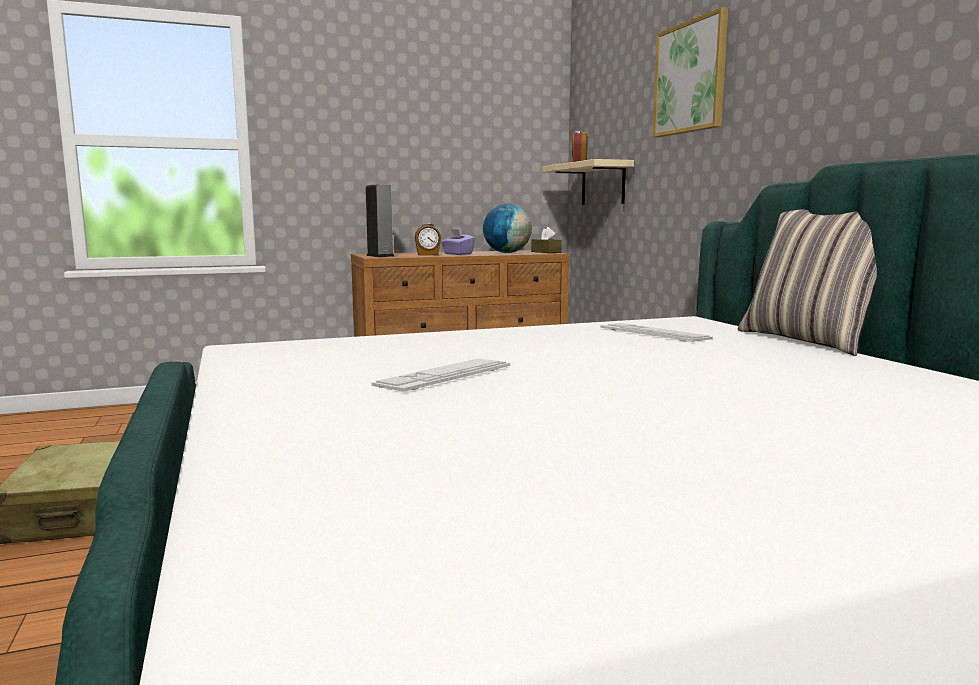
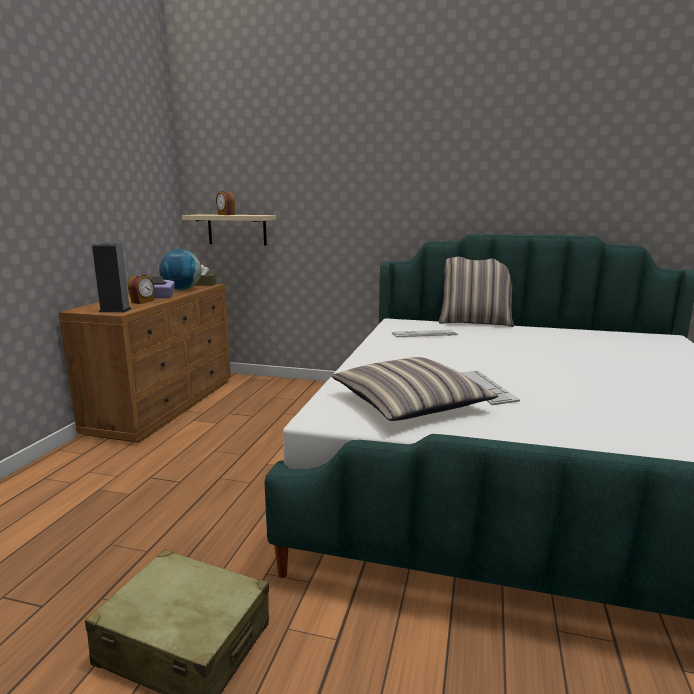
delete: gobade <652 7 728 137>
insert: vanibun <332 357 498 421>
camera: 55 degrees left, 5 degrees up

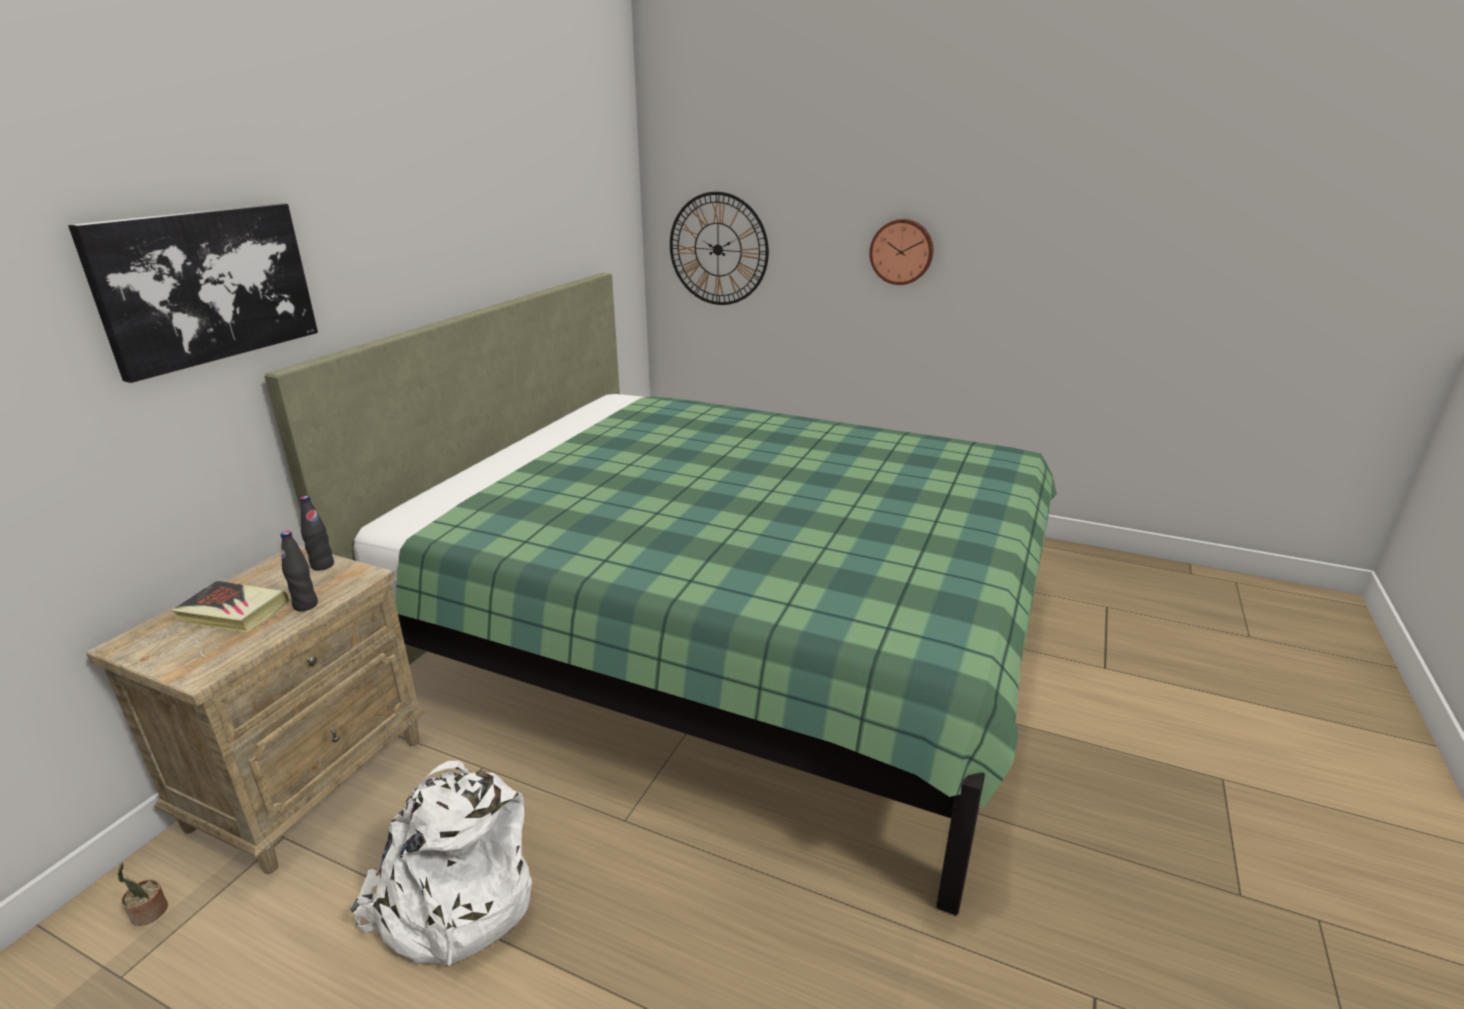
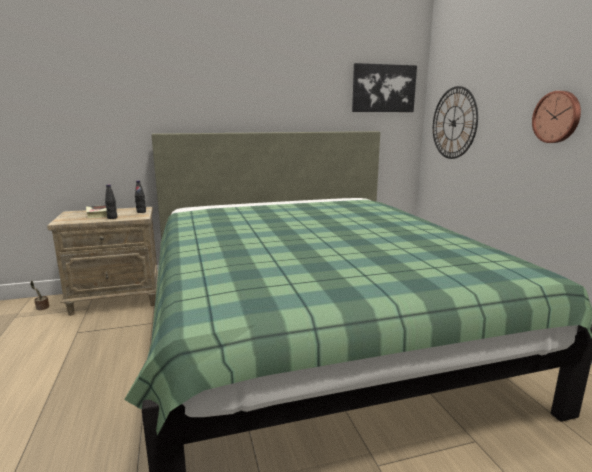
delete: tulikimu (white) <350 761 532 966>
move: gobade <68 203 318 383> to <352 63 417 112>
camera: 50 degrees right, 10 degrees down

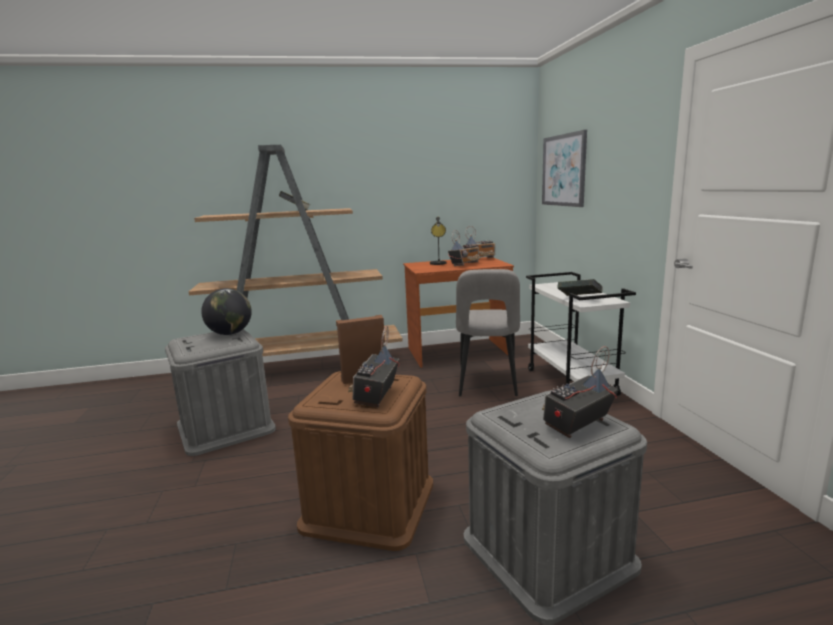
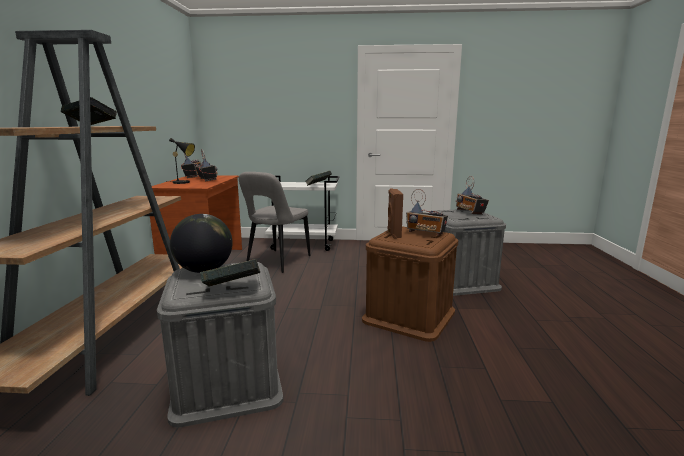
delete: gobade <542 130 587 207>
insert: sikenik <200 259 260 287>
rotate: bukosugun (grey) <456 269 520 396> = <239 172 310 273> 90 degrees clockwise
camera: 75 degrees left, 0 degrees up

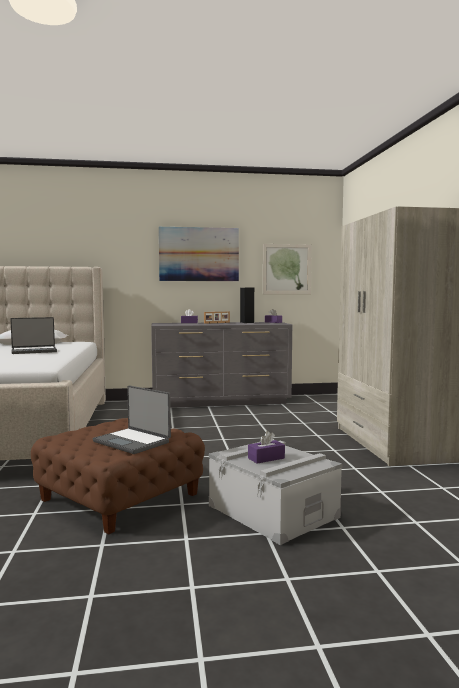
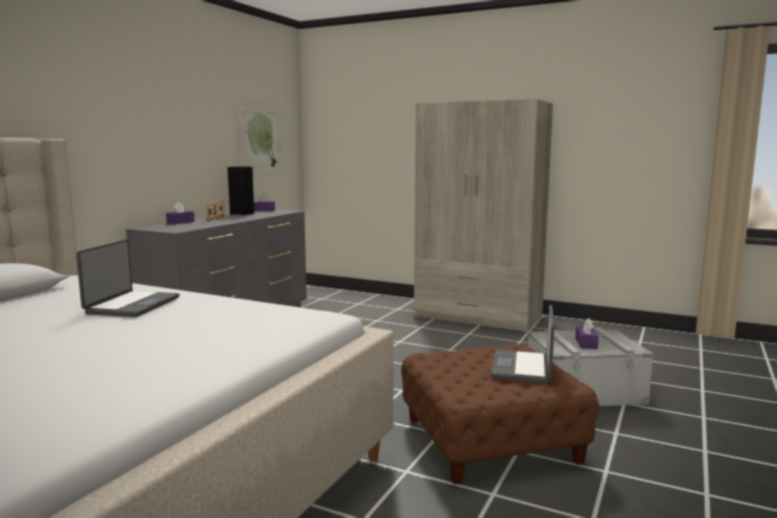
delete: gobade <159 227 239 281>
rotate: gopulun <93 386 171 454> = <491 305 555 383> 120 degrees clockwise
camera: 55 degrees left, 5 degrees up

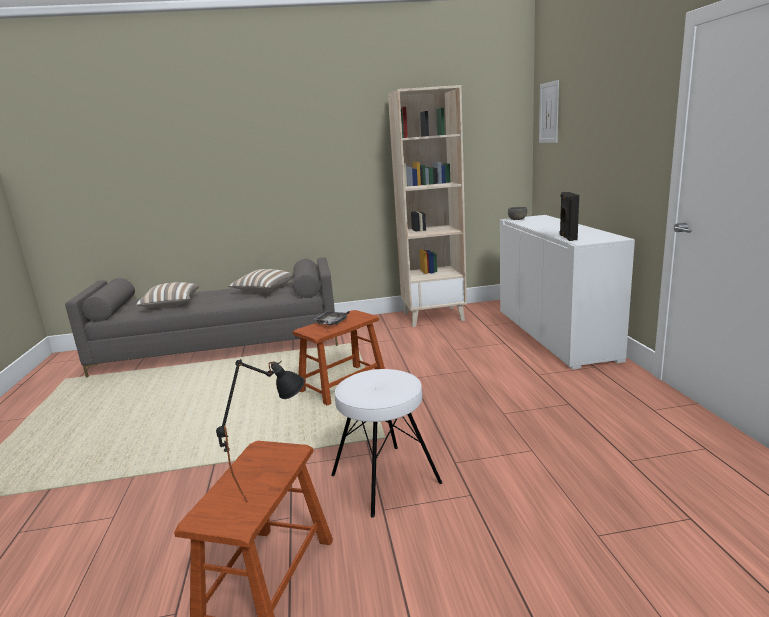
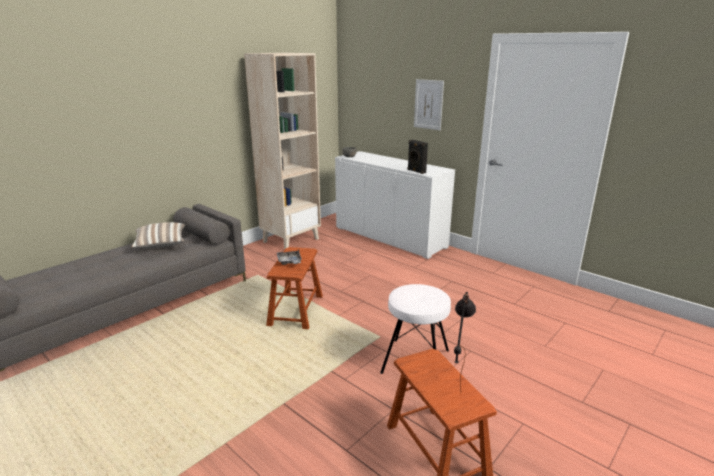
delete: vanibun <136 282 199 308>
move: gobade <539 80 559 143> to <414 79 444 130>
camera: 40 degrees left, 5 degrees up

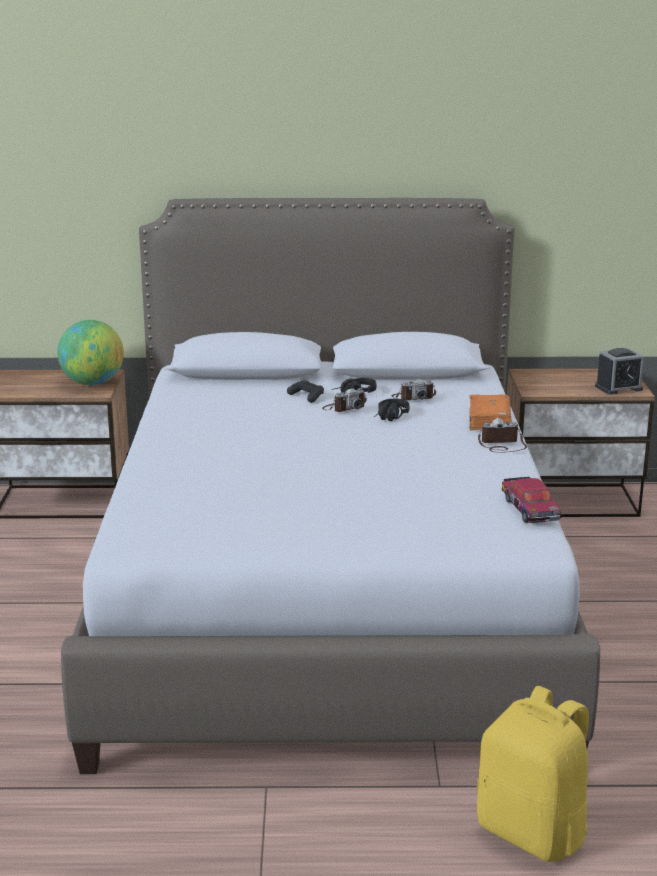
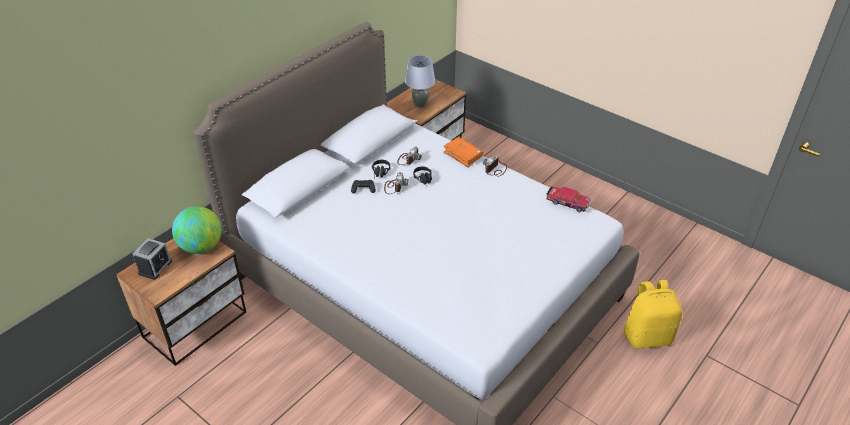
insert: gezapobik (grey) <405 55 435 108>
move: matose <595 348 644 395> to <133 238 172 280>
camera: 50 degrees left, 20 degrees up

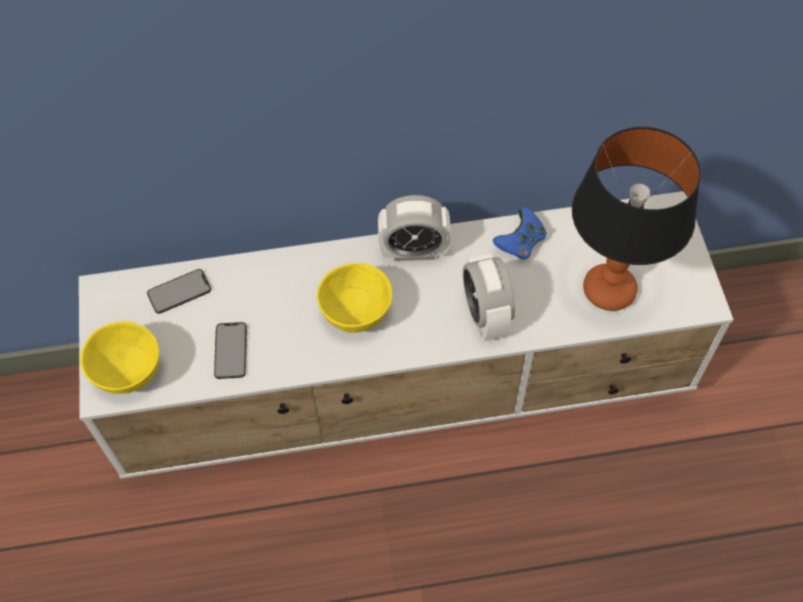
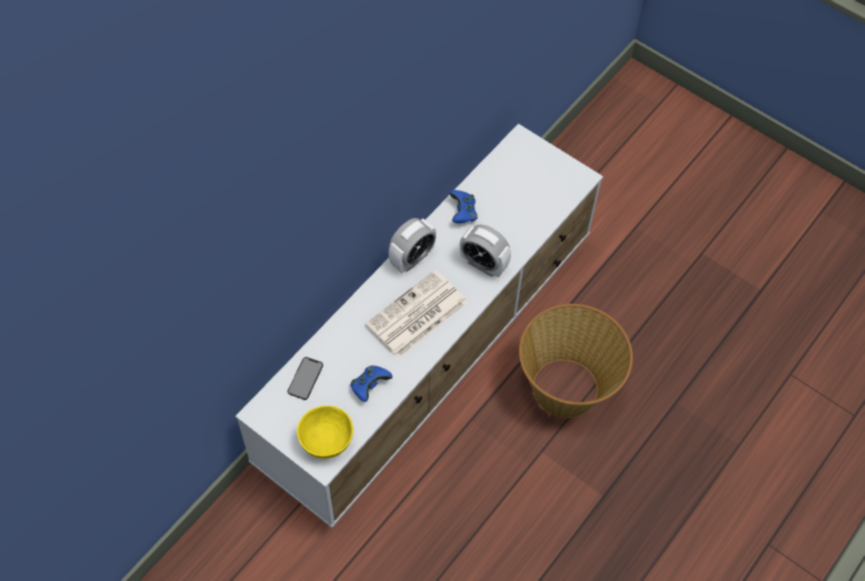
delete: gezapobik <572 127 701 311>
insert: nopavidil <519 304 633 418>
replace: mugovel <214 322 247 379> to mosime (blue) <350 366 392 402>; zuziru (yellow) <317 263 393 333> to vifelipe <365 270 467 358>
camera: 45 degrees left, 0 degrees up

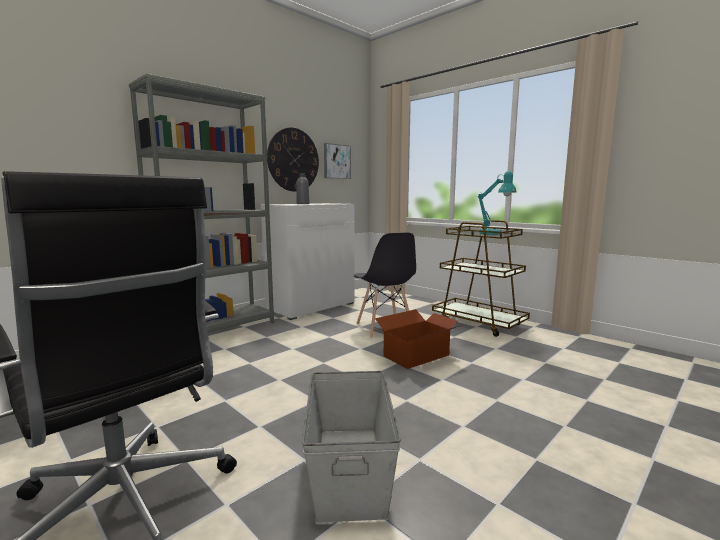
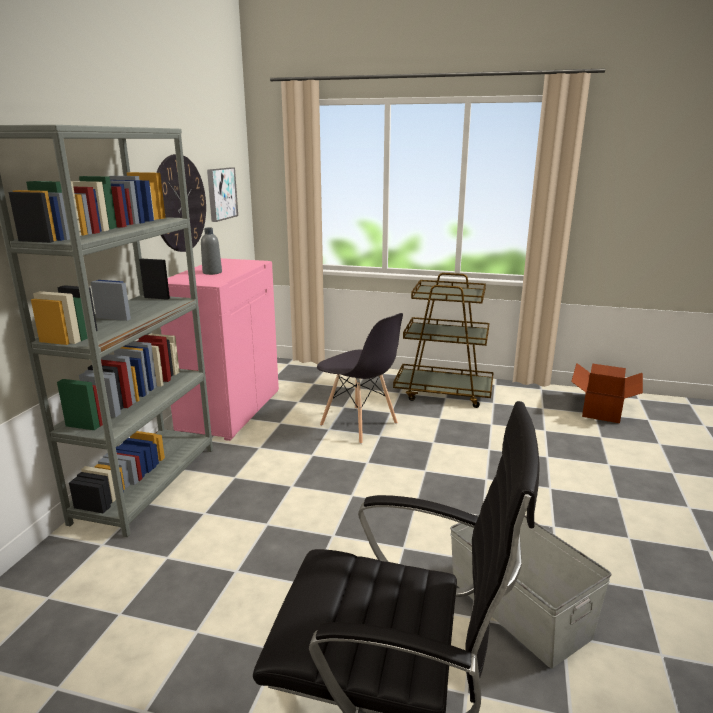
delete: gezapobik (turquoise) <478 171 516 235>
move: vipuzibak <375 309 462 369> to <571 363 643 423>
recolor: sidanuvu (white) <261 203 355 320> to sidanuvu (pink) <161 258 279 441>
camera: 30 degrees left, 10 degrees up

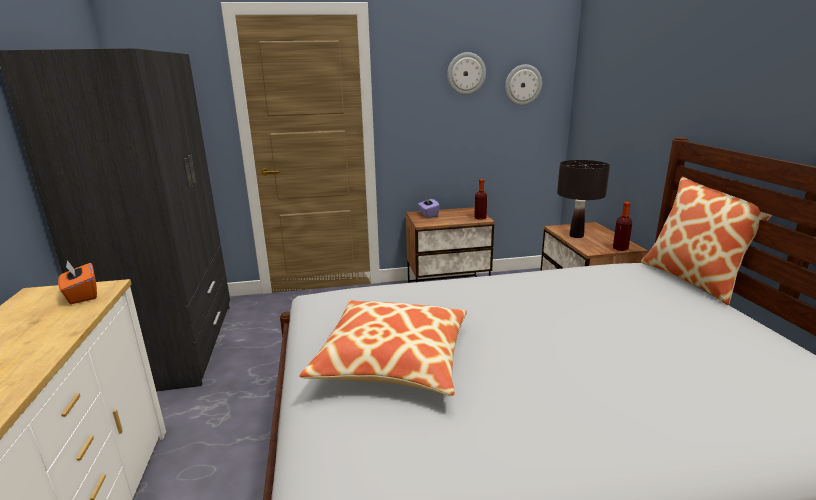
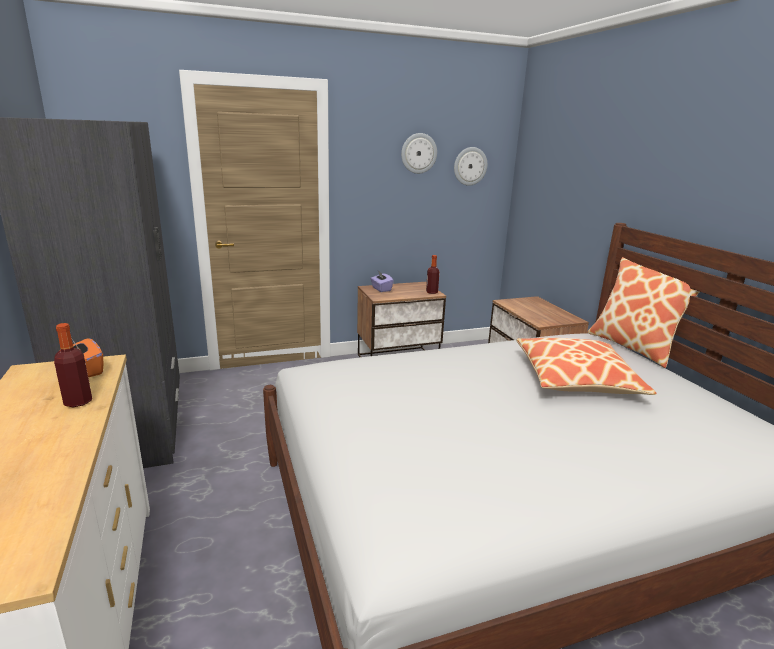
delete: gezapobik (black) <557 160 610 238>
move: vanibun <300 300 467 396> to <516 338 657 395>; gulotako <613 202 632 251> to <54 323 92 407>
camera: 10 degrees left, 0 degrees up

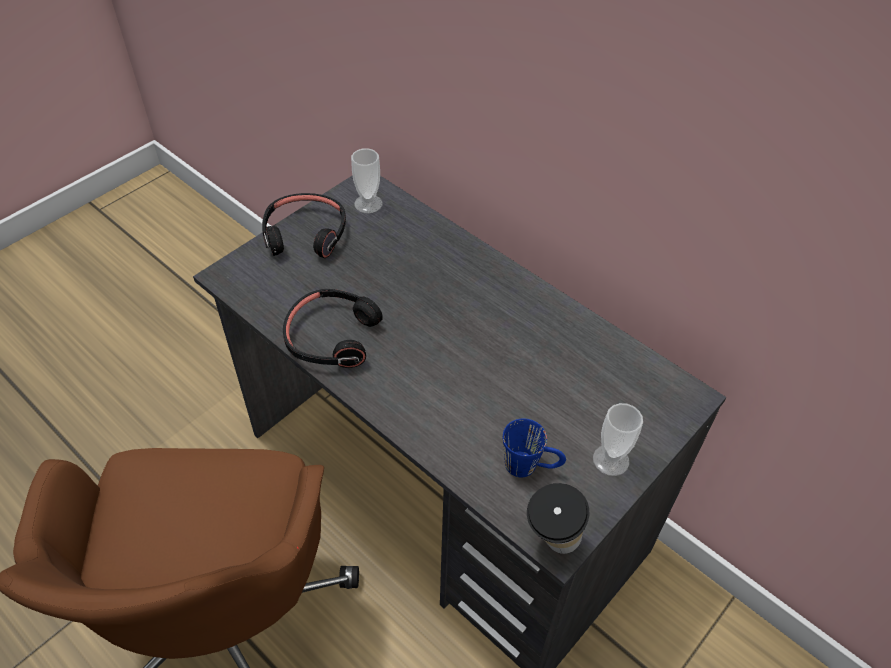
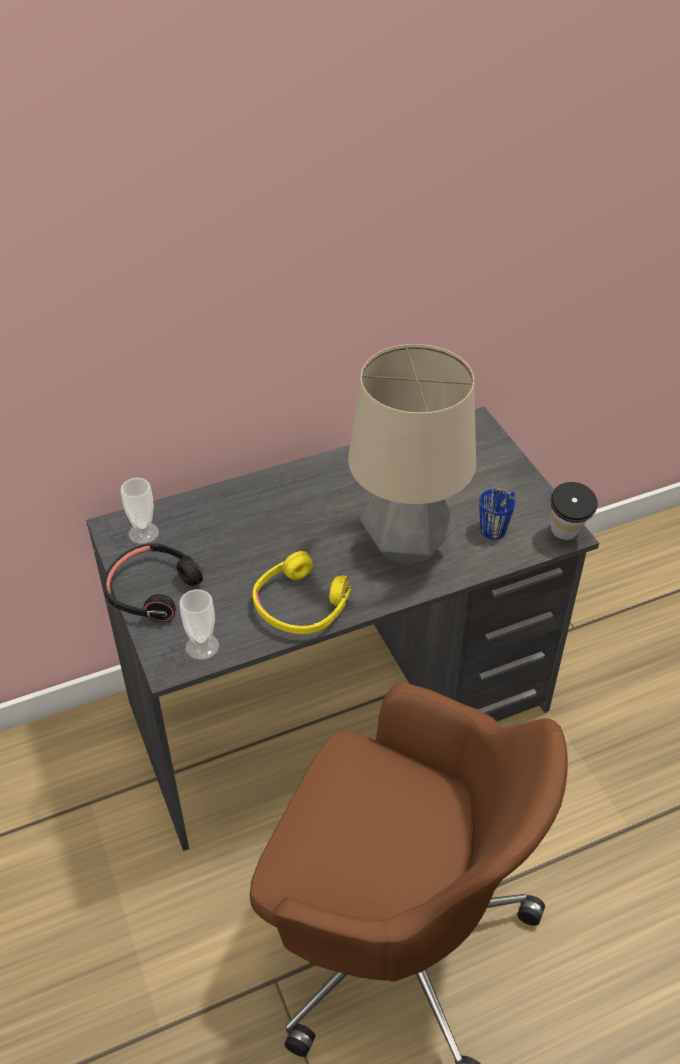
insert: gezapobik <348 344 476 567>
move: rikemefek <593 403 643 476> to <180 589 219 660>
recolor: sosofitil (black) <283 289 383 368> to sosofitil (yellow) <253 551 352 634>
camera: 65 degrees left, 5 degrees down

